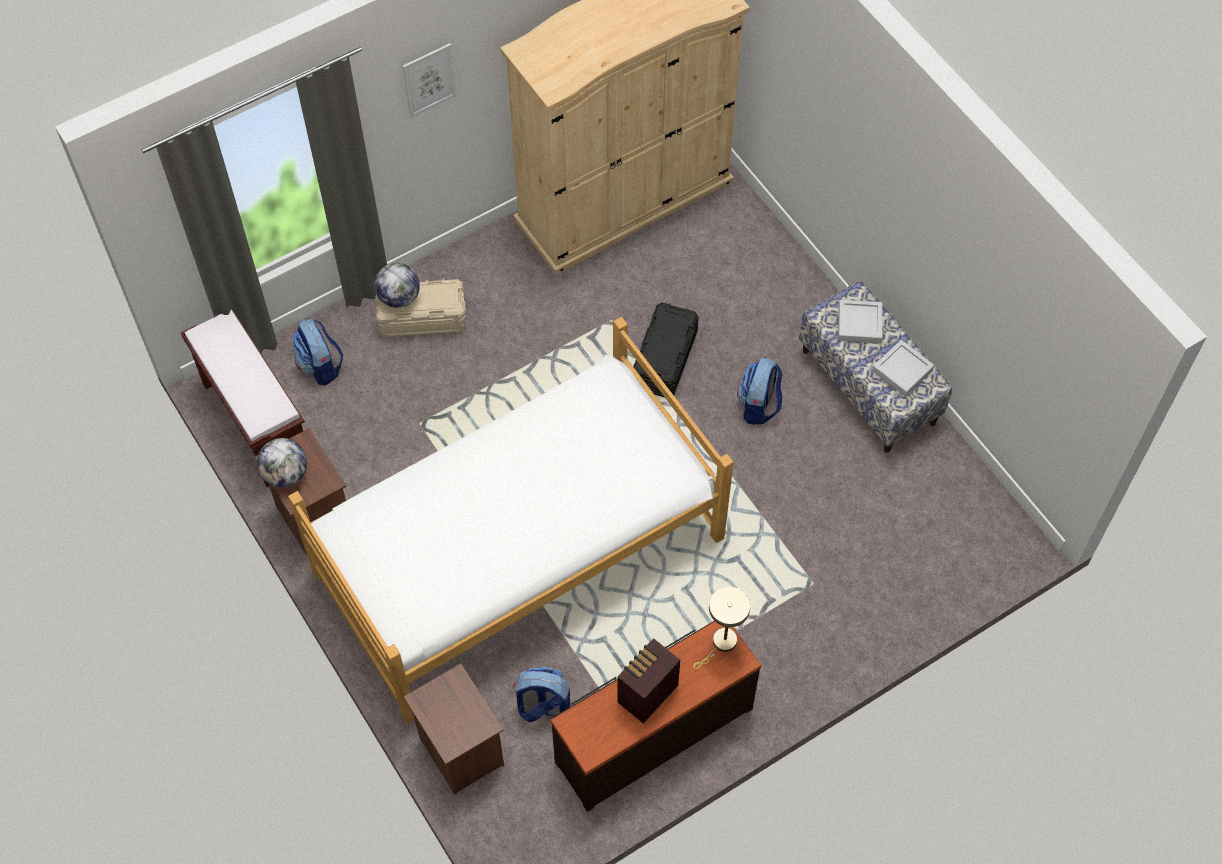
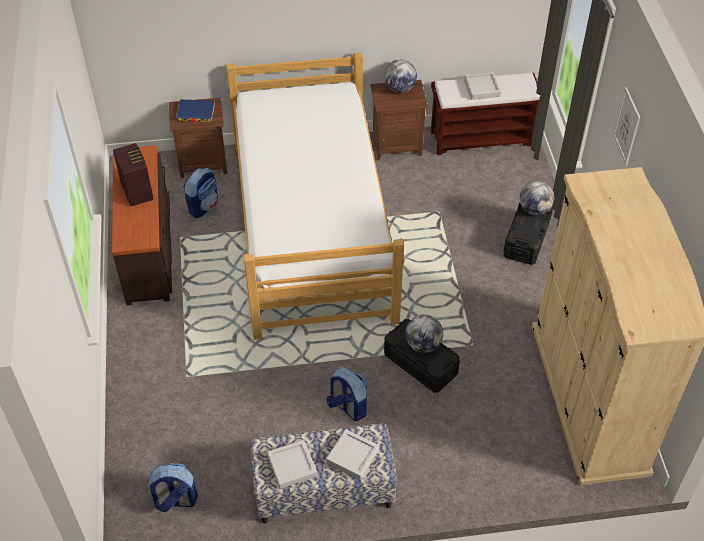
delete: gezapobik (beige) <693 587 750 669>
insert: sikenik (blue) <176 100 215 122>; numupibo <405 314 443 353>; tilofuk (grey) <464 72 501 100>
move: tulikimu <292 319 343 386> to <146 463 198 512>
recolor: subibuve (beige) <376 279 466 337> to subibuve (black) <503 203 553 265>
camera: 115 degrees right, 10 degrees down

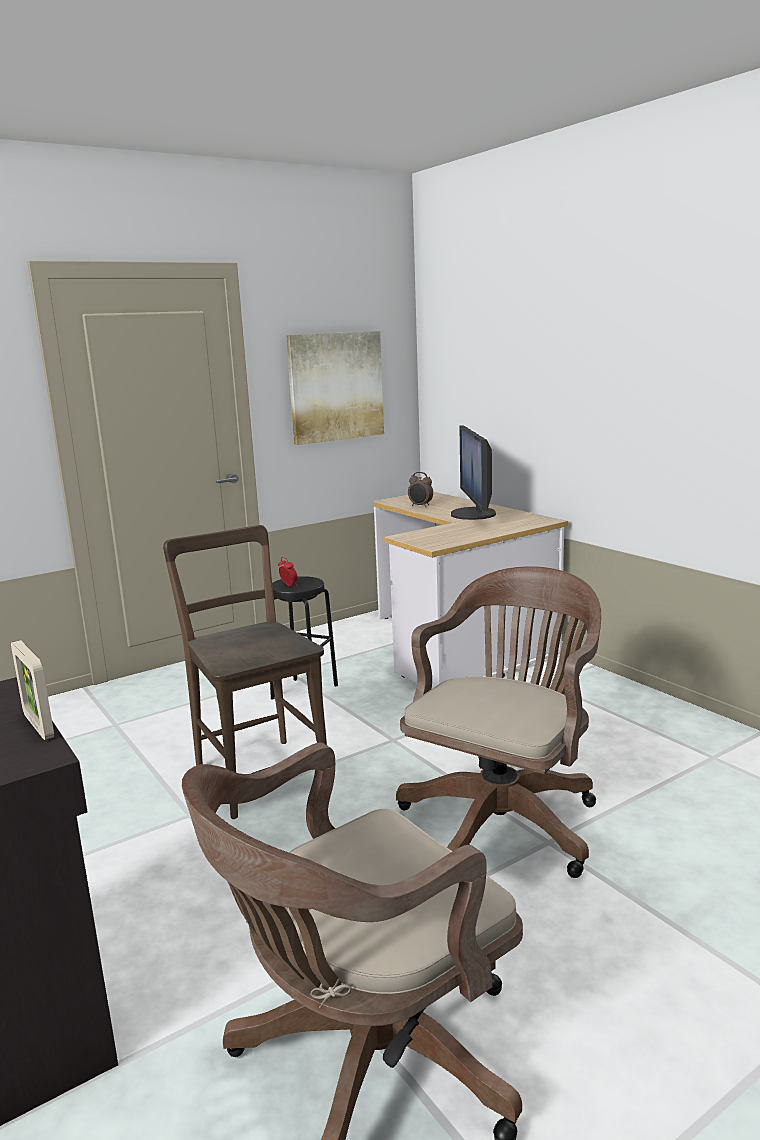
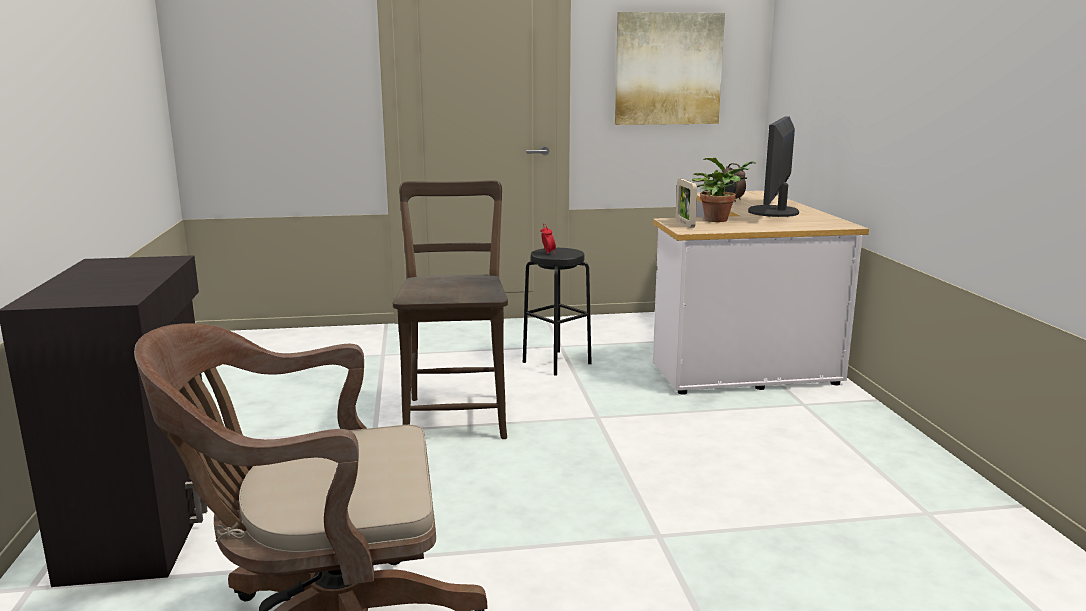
delete: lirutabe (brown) <396 566 601 878>
insert: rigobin <692 157 757 222>
move: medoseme <11 640 54 740> to <676 179 697 228>
camera: 25 degrees right, 0 degrees up

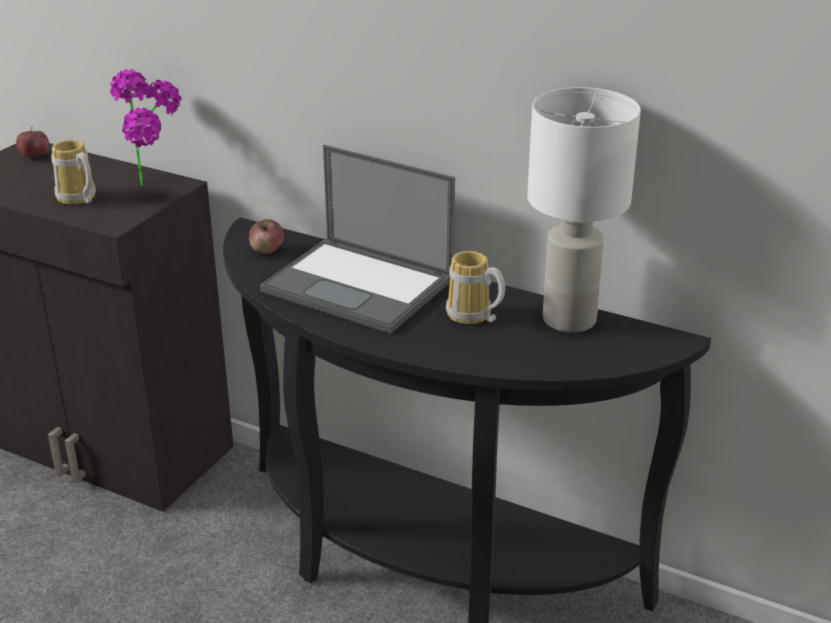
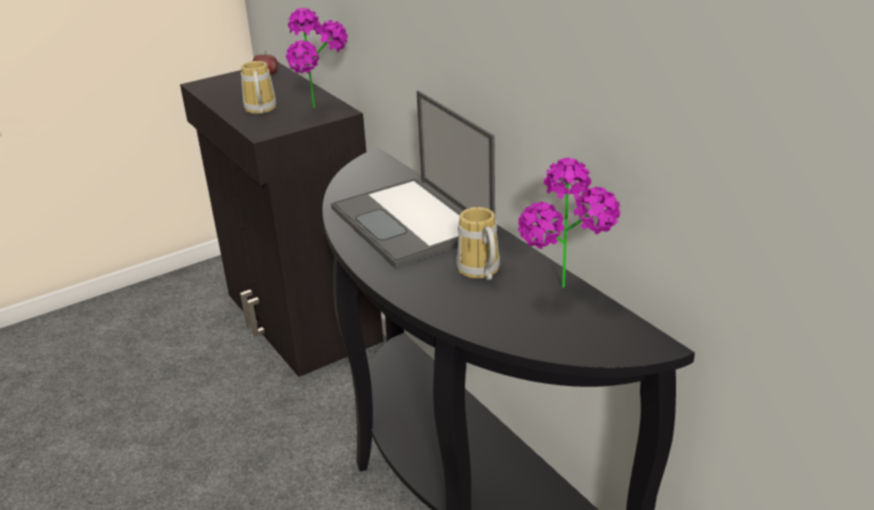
delete: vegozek <249 219 284 254>
replace: gezapobik (white) <527 87 641 333> to rigobin <518 158 620 288>
camera: 30 degrees right, 0 degrees up

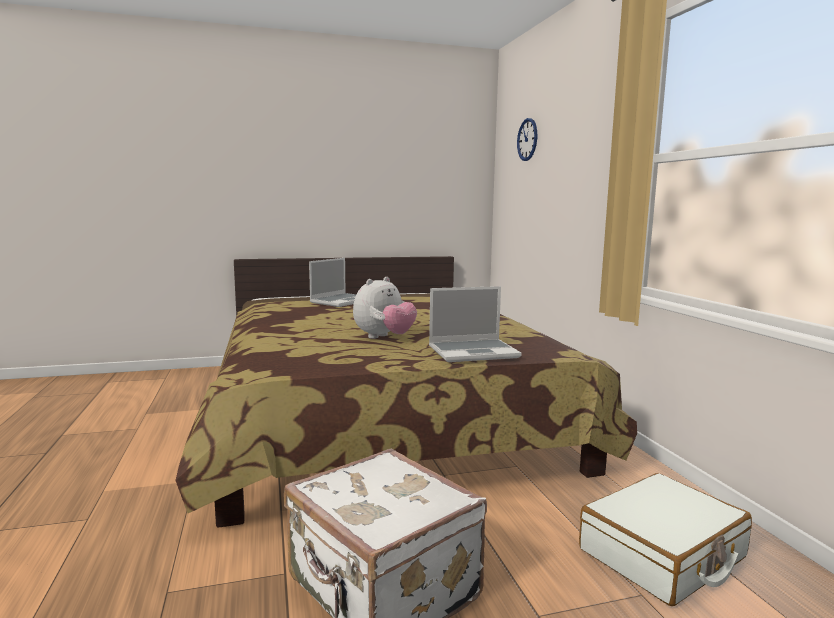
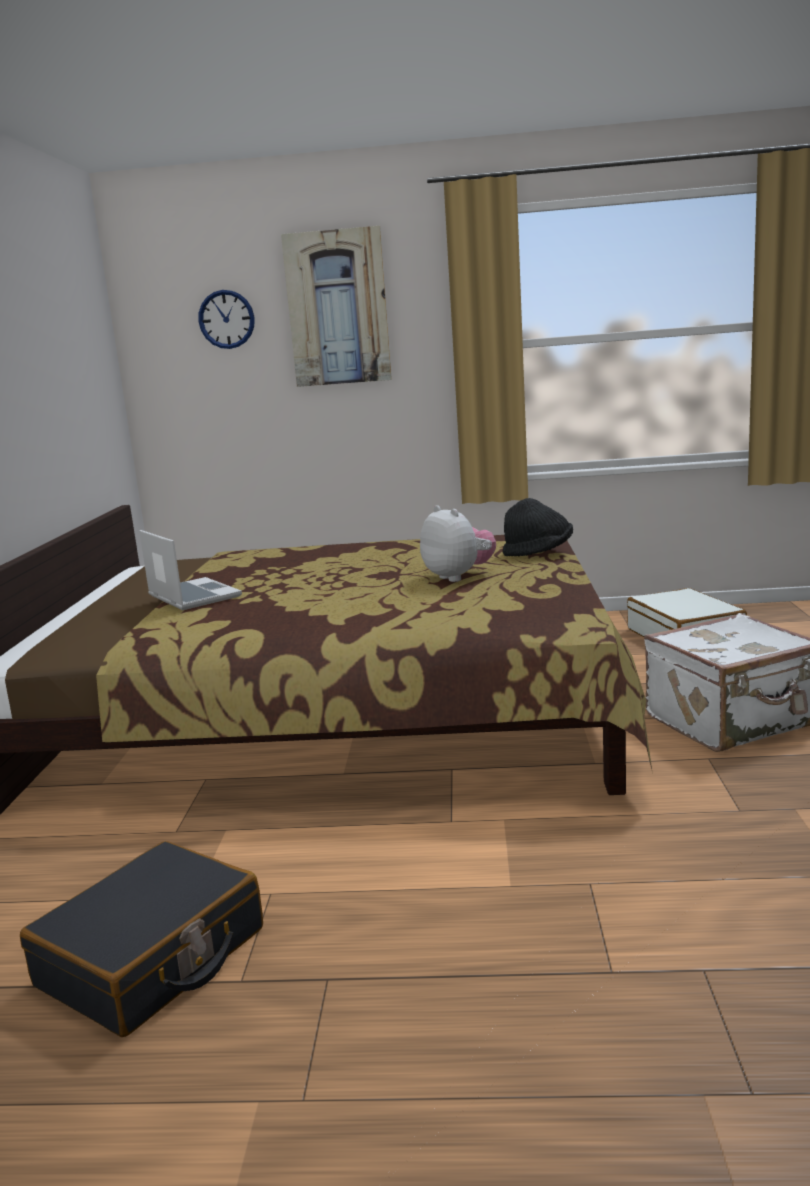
insert: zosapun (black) <20 841 263 1037>; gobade <281 226 392 387>
replace: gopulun <429 286 522 362> to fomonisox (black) <503 498 573 556>
camera: 70 degrees left, 5 degrees up

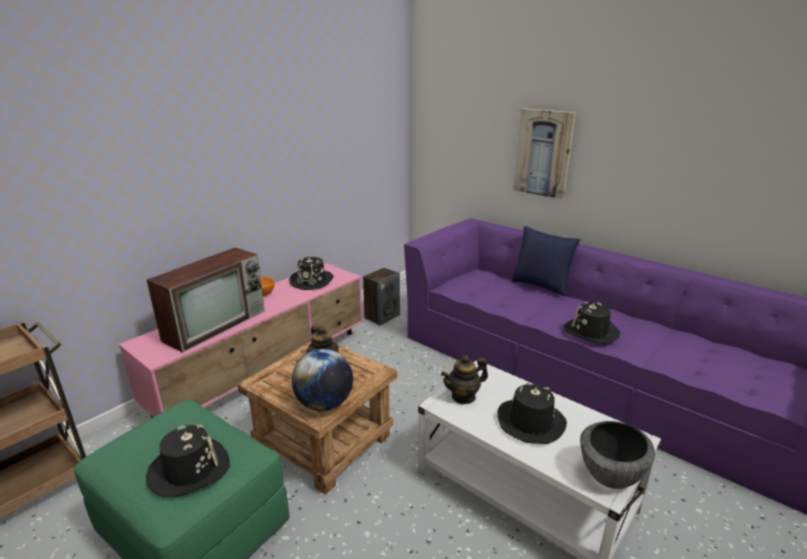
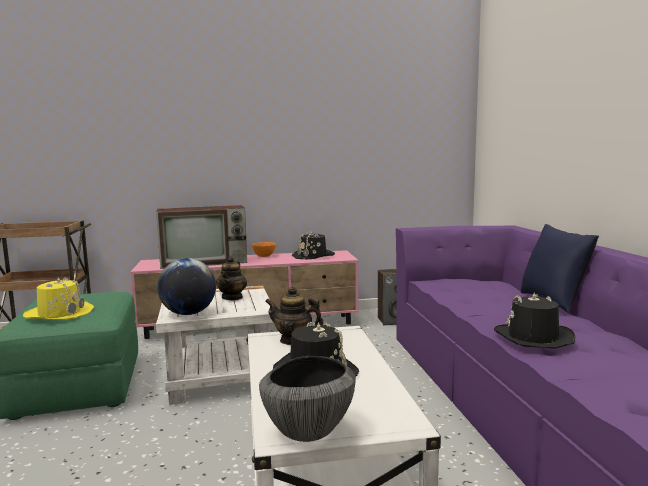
delete: gobade <513 108 576 199>
recolor: fomonisox (black) <146 424 230 497> to fomonisox (yellow) <23 277 94 320>; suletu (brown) <237 342 397 495> to suletu (white) <156 286 274 405>
camera: 40 degrees right, 15 degrees down

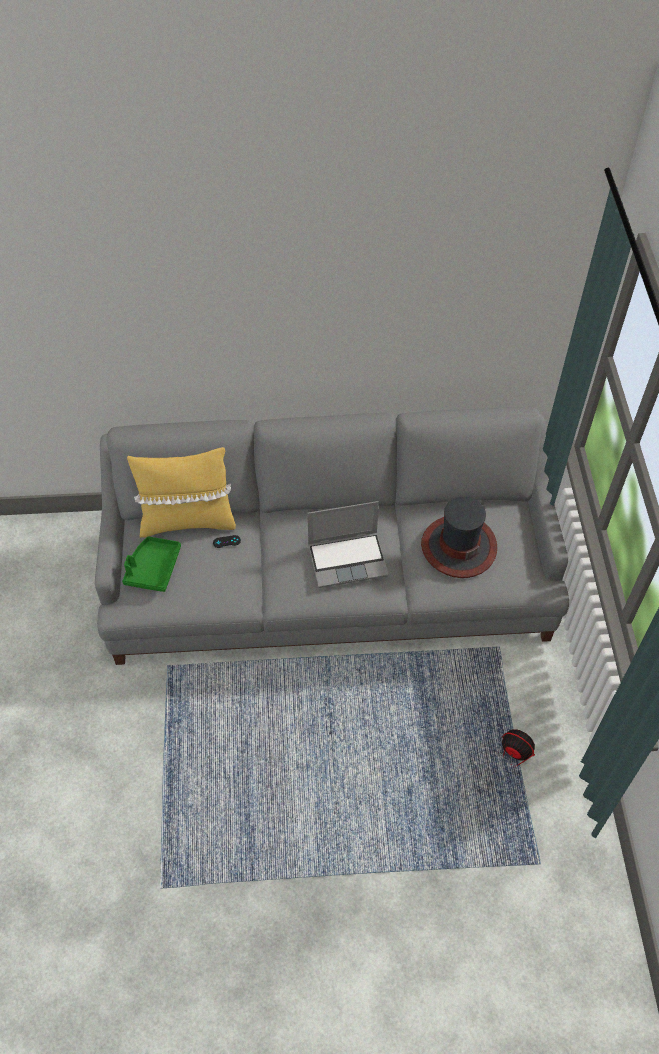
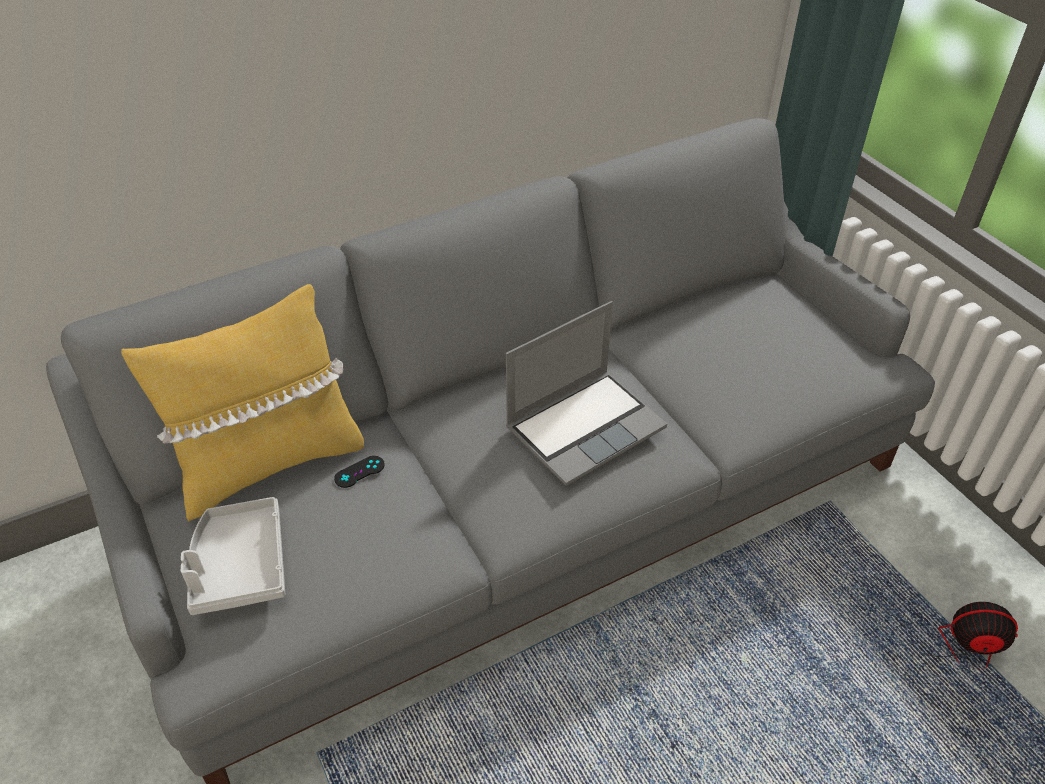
delete: fomonisox <421 497 497 578>
recolor: tilofuk (green) <122 536 181 592> to tilofuk (grey) <181 497 285 615>
camera: 25 degrees left, 10 degrees down

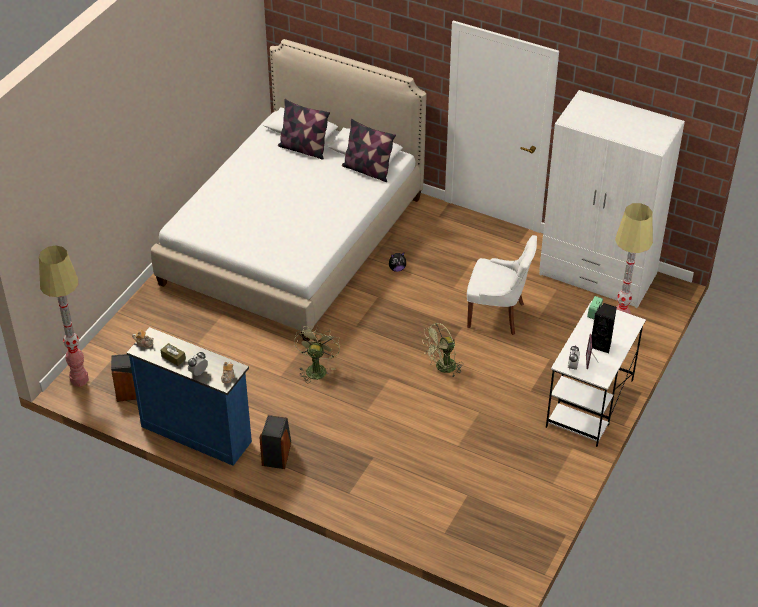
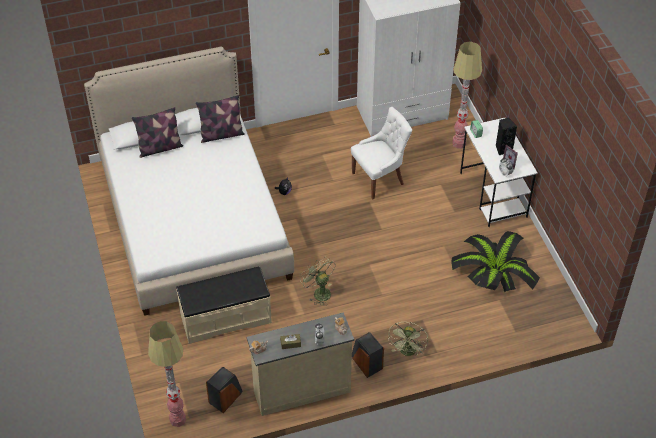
insert: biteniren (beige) <176 266 272 344>; rigobin <451 231 540 292>
move: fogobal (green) <422 323 463 377> to <388 322 428 356>
recolor: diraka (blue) <126 327 252 466> to diraka (beige) <247 312 354 416>
camera: 45 degrees left, 5 degrees up

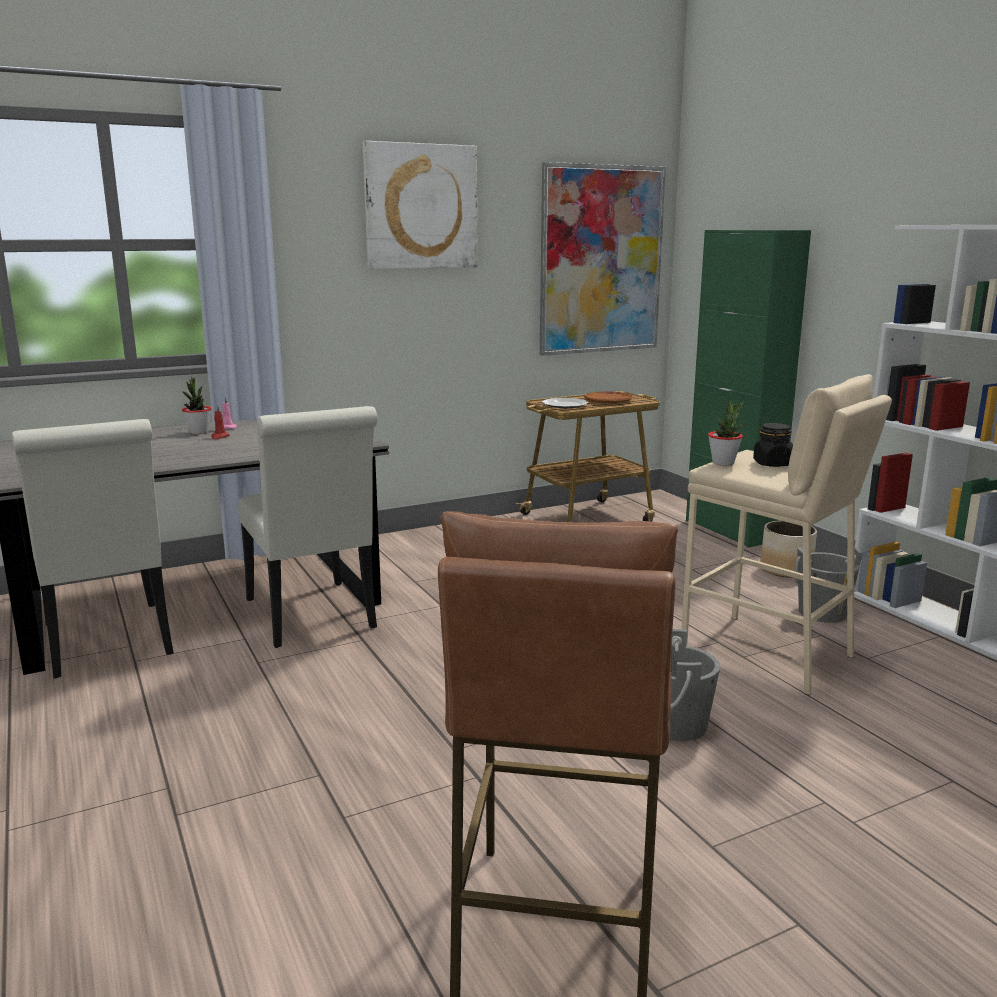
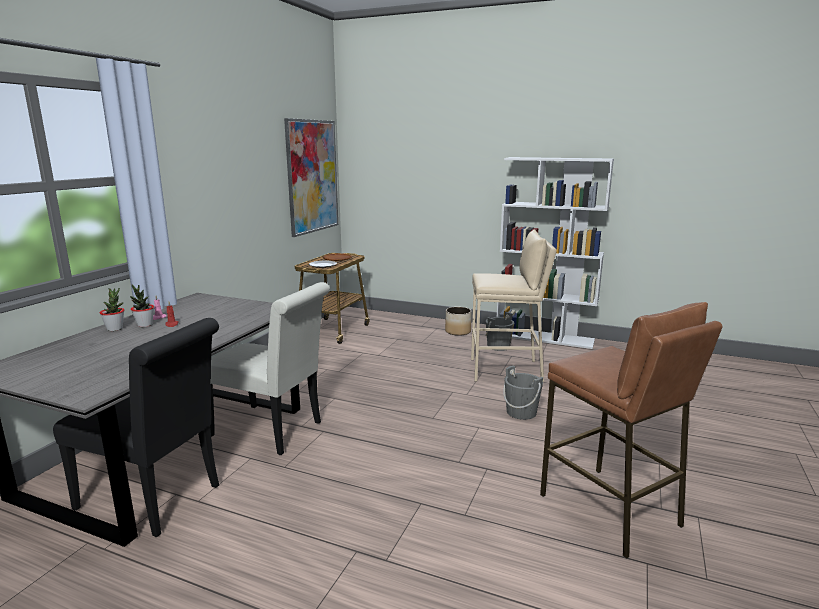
delete: gobade <363 141 478 270>; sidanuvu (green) <686 230 811 548>; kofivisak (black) <753 423 793 467>
move: rigobin <708 399 745 466> to <100 288 124 331>
recolor: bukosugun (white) <12 419 174 679> to bukosugun (black) <53 318 219 537>
camera: 40 degrees left, 0 degrees up

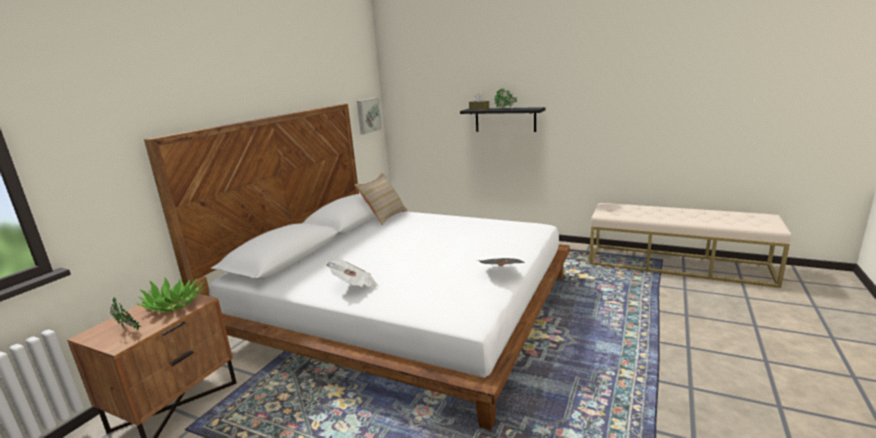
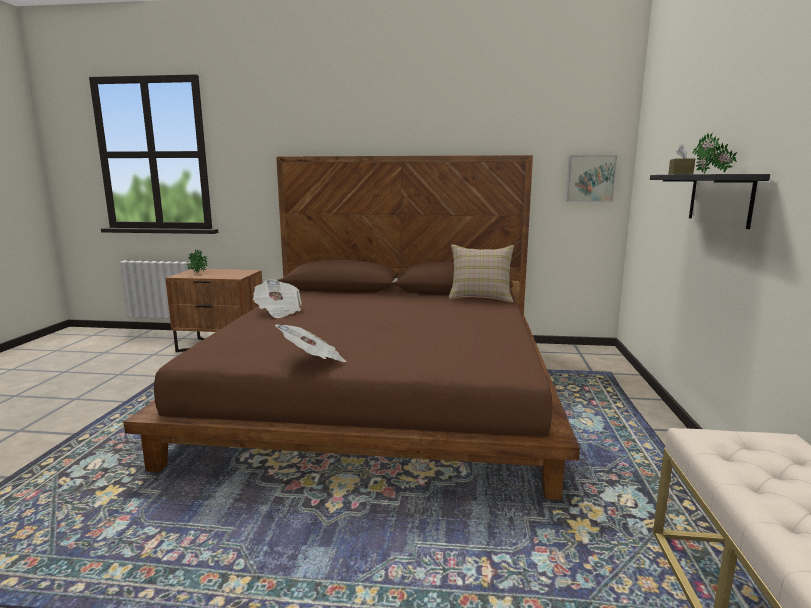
delete: rigobin <136 278 203 312>
recolor: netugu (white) <144 104 570 430> to netugu (brown) <123 155 580 500>
camera: 70 degrees right, 5 degrees down

